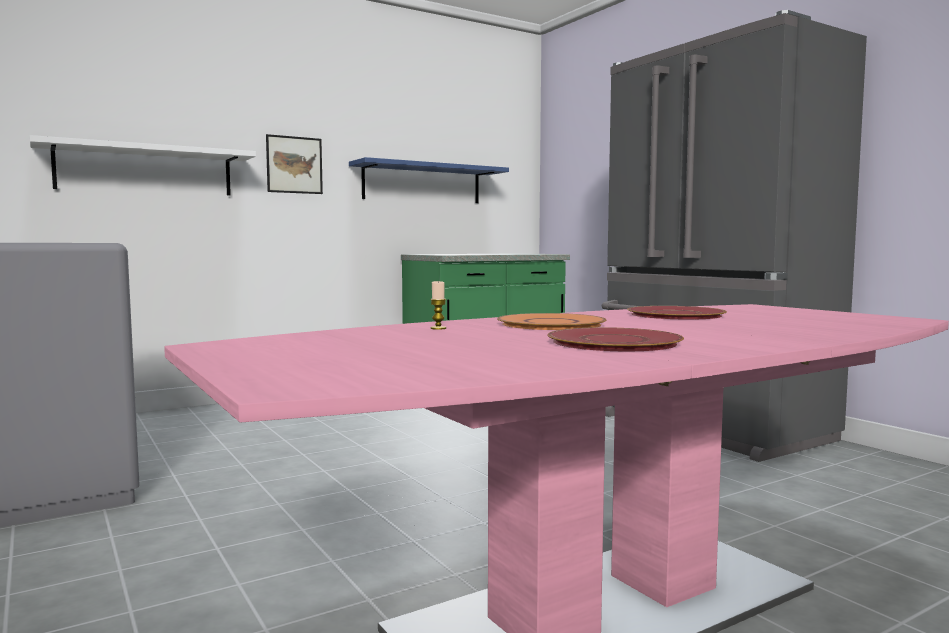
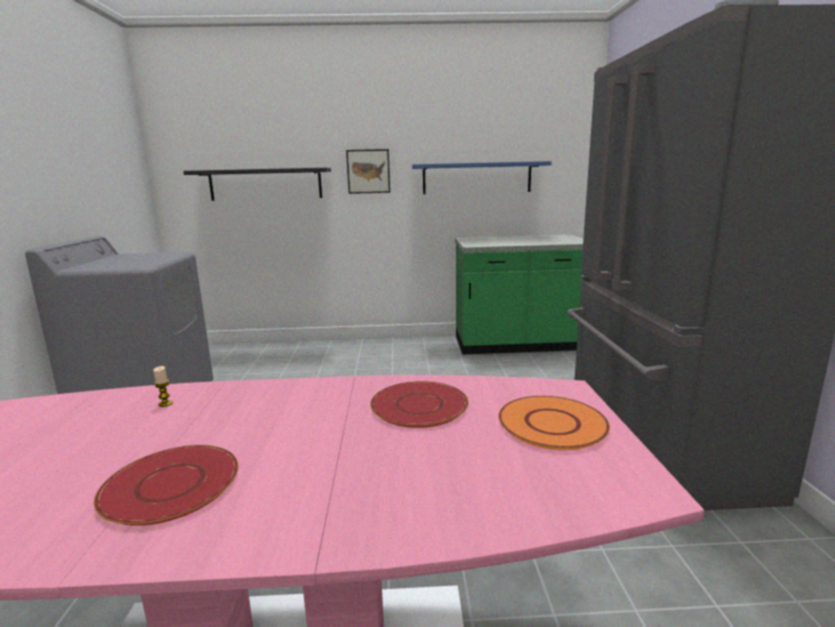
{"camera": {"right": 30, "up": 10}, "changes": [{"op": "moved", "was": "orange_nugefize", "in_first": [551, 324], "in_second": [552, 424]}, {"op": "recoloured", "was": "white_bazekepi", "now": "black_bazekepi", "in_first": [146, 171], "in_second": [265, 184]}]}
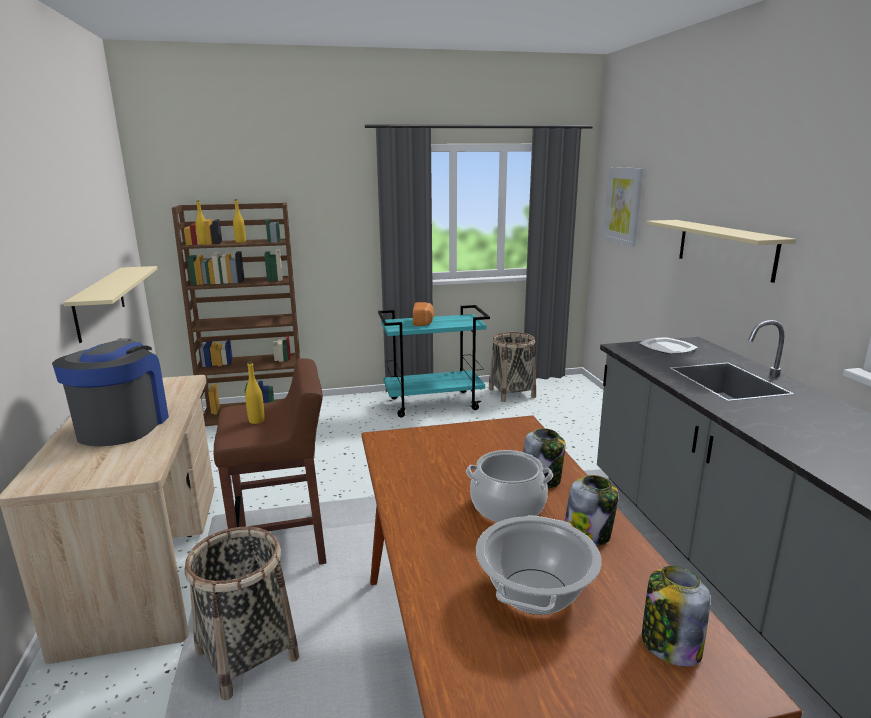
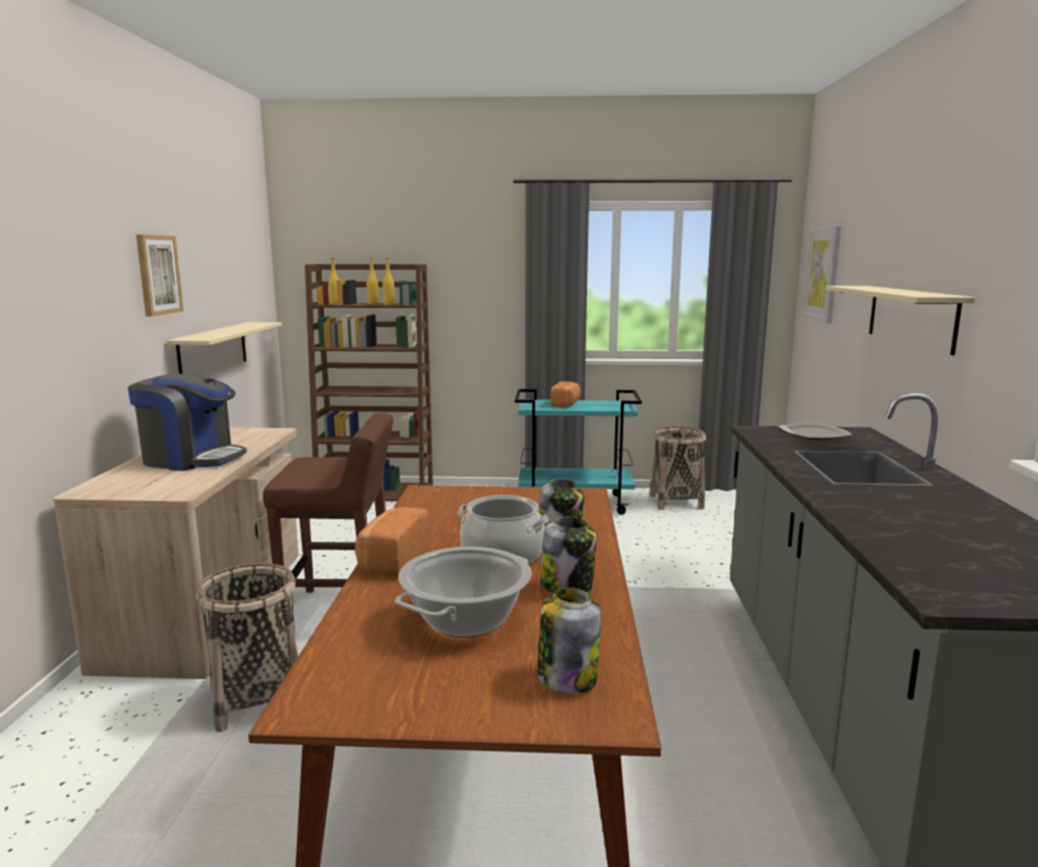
{"camera": {"right": 15, "up": -5}, "changes": [{"op": "added", "now": "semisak", "in_second": [158, 275]}, {"op": "added", "now": "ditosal", "in_second": [392, 560]}, {"op": "moved", "was": "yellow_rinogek", "in_first": [256, 421], "in_second": [389, 304]}, {"op": "turned", "was": "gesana", "in_first": [123, 425], "in_second": [192, 459], "clockwise": 90}]}
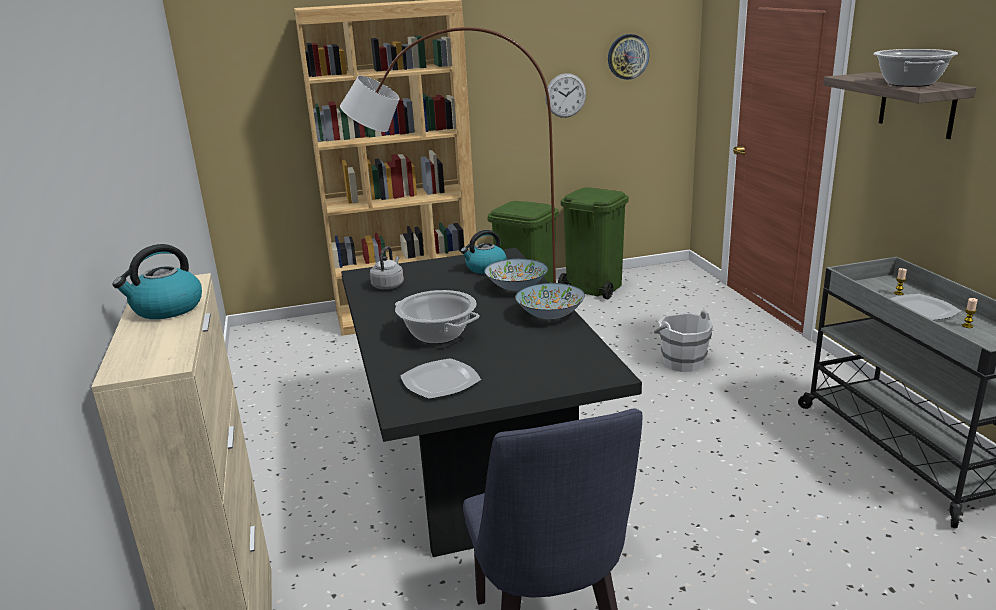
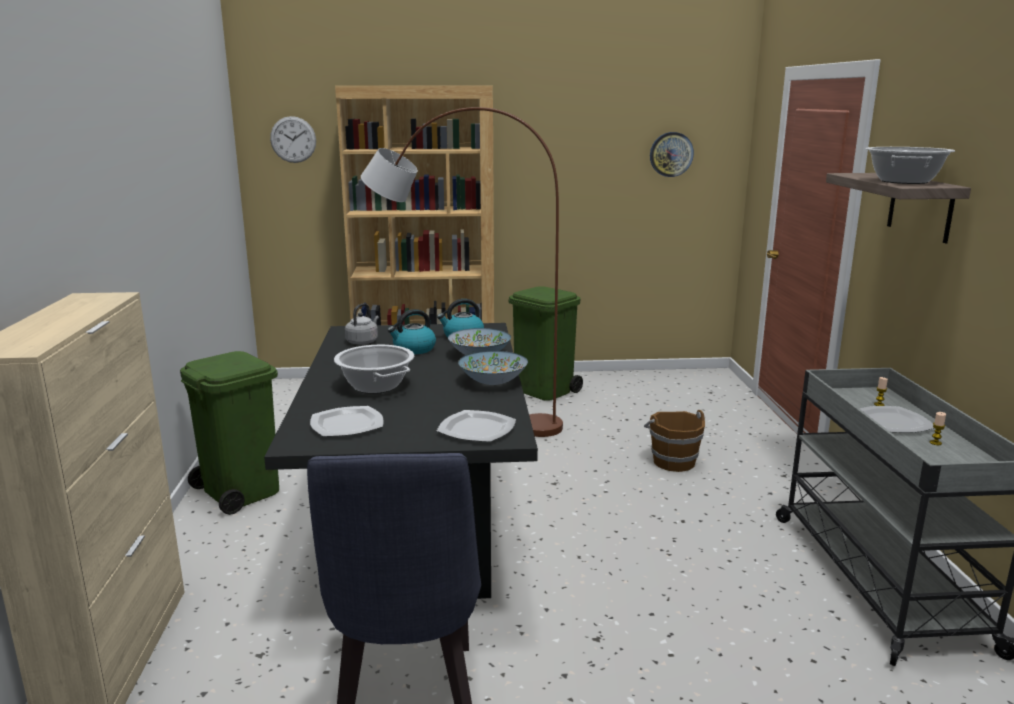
{"camera": {"right": 10, "up": -5}, "changes": [{"op": "added", "now": "nugefize", "in_second": [476, 429]}, {"op": "moved", "was": "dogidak", "in_first": [167, 309], "in_second": [413, 349]}, {"op": "moved", "was": "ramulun", "in_first": [565, 95], "in_second": [293, 139]}, {"op": "moved", "was": "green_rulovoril", "in_first": [593, 287], "in_second": [240, 491]}, {"op": "recoloured", "was": "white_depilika", "now": "brown_depilika", "in_first": [682, 362], "in_second": [673, 462]}]}
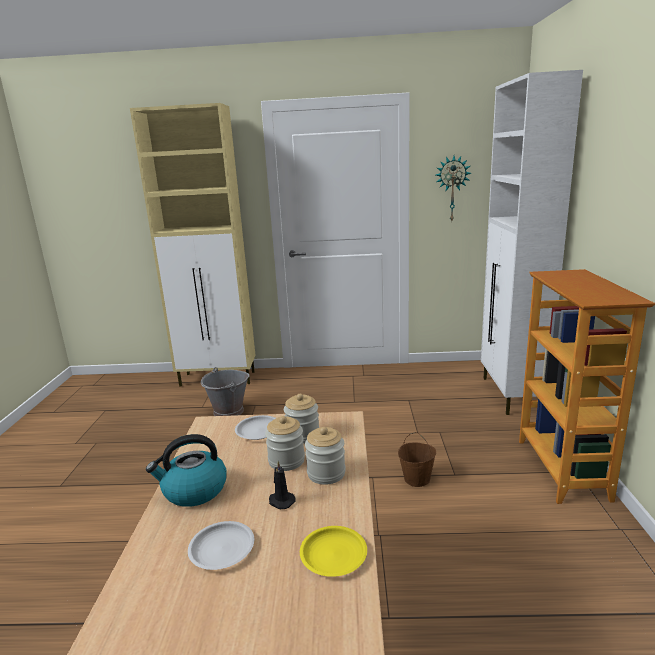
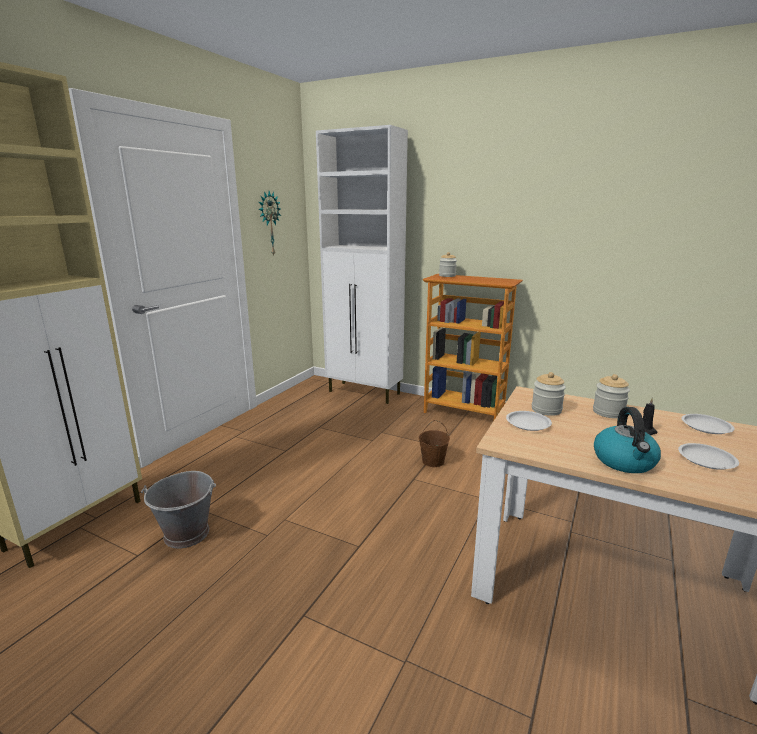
{"camera": {"right": -65, "up": 0}, "changes": [{"op": "moved", "was": "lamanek", "in_first": [286, 460], "in_second": [447, 276]}, {"op": "recoloured", "was": "yellow_nugefize", "now": "white_nugefize", "in_first": [334, 555], "in_second": [706, 427]}]}
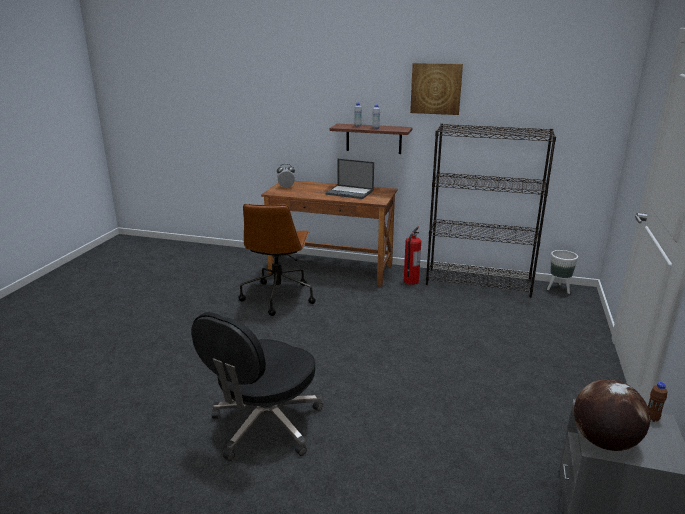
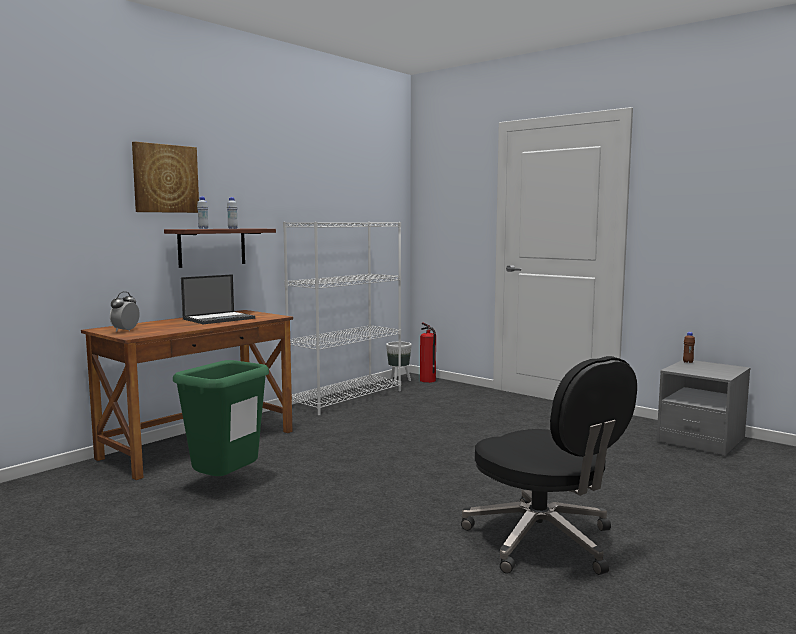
{"camera": {"right": -65, "up": -15}, "changes": [{"op": "removed", "was": "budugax", "in_first": [603, 442]}, {"op": "moved", "was": "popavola", "in_first": [411, 281], "in_second": [428, 380]}, {"op": "moved", "was": "semisak", "in_first": [436, 88], "in_second": [165, 178]}, {"op": "replaced", "was": "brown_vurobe", "now": "green_rulovoril", "in_first": [278, 296], "in_second": [225, 485]}, {"op": "recoloured", "was": "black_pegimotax", "now": "white_pegimotax", "in_first": [479, 282], "in_second": [347, 398]}]}
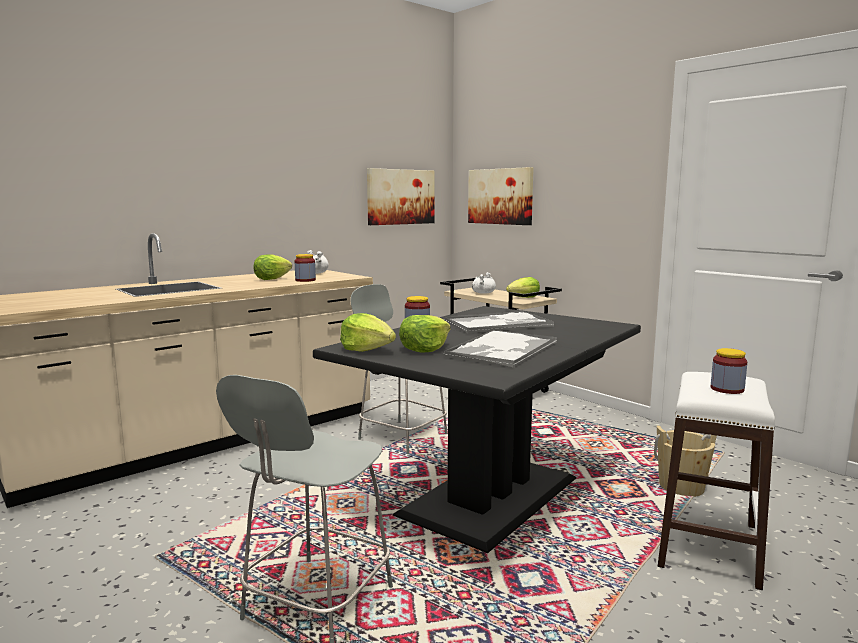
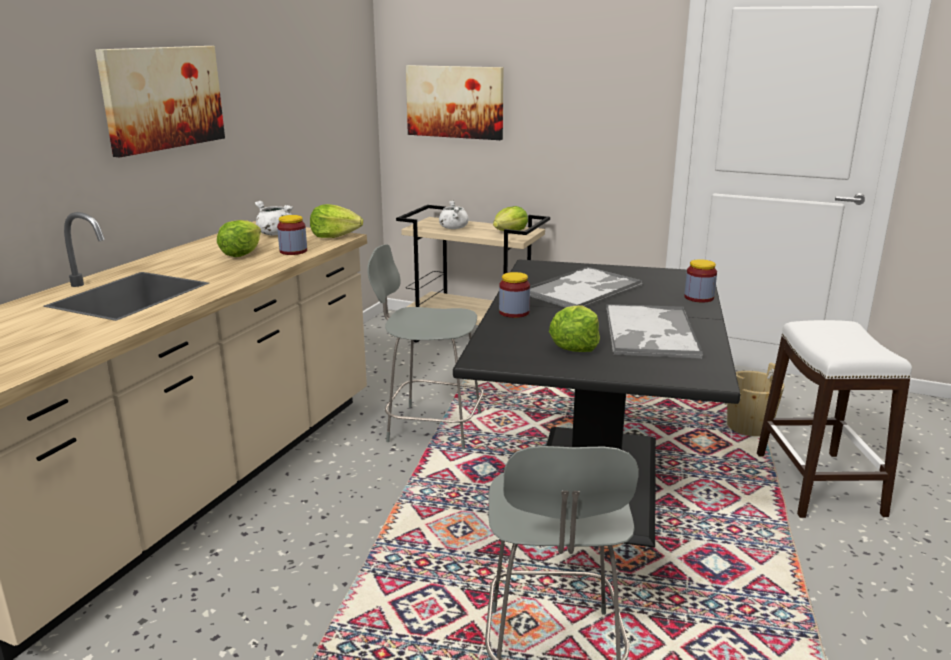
{"camera": {"right": -25, "up": 10}, "changes": [{"op": "moved", "was": "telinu", "in_first": [367, 349], "in_second": [335, 236]}, {"op": "moved", "was": "semisak", "in_first": [400, 197], "in_second": [163, 98]}, {"op": "moved", "was": "lamanek", "in_first": [727, 389], "in_second": [699, 298]}]}
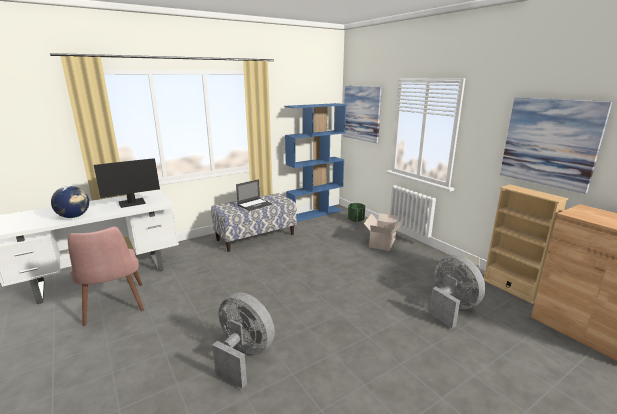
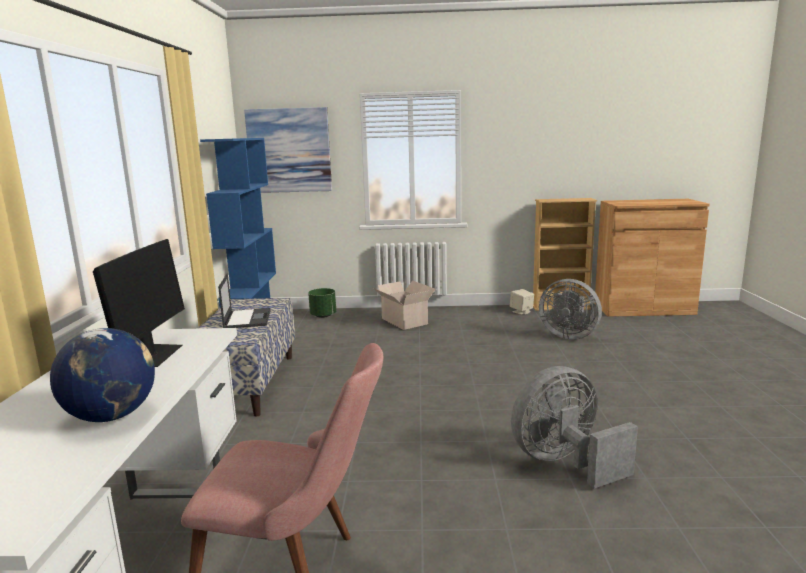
{"camera": {"right": -55, "up": -5}, "changes": [{"op": "removed", "was": "semisak", "in_first": [549, 142]}, {"op": "turned", "was": "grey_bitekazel", "in_first": [451, 308], "in_second": [568, 335], "clockwise": -150}]}
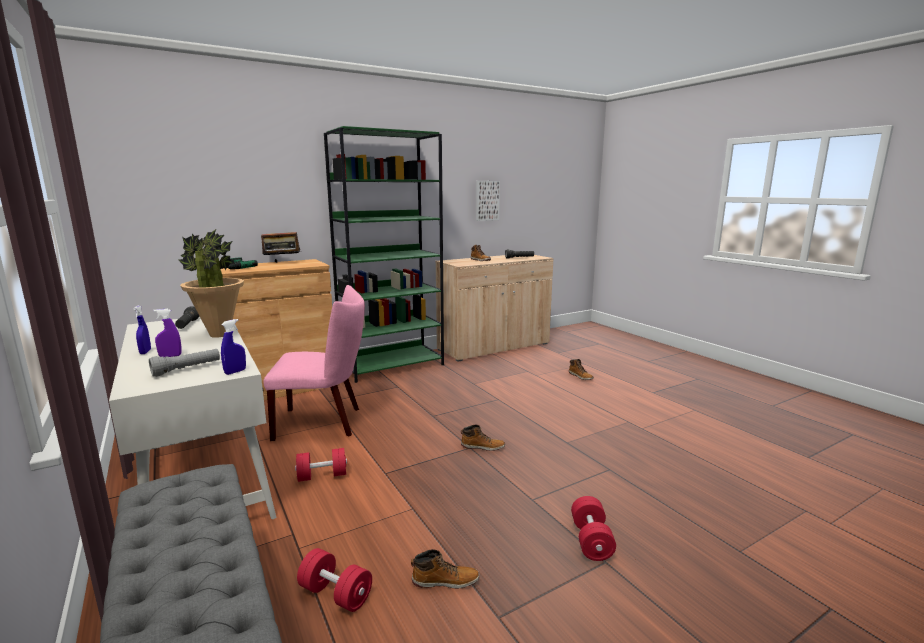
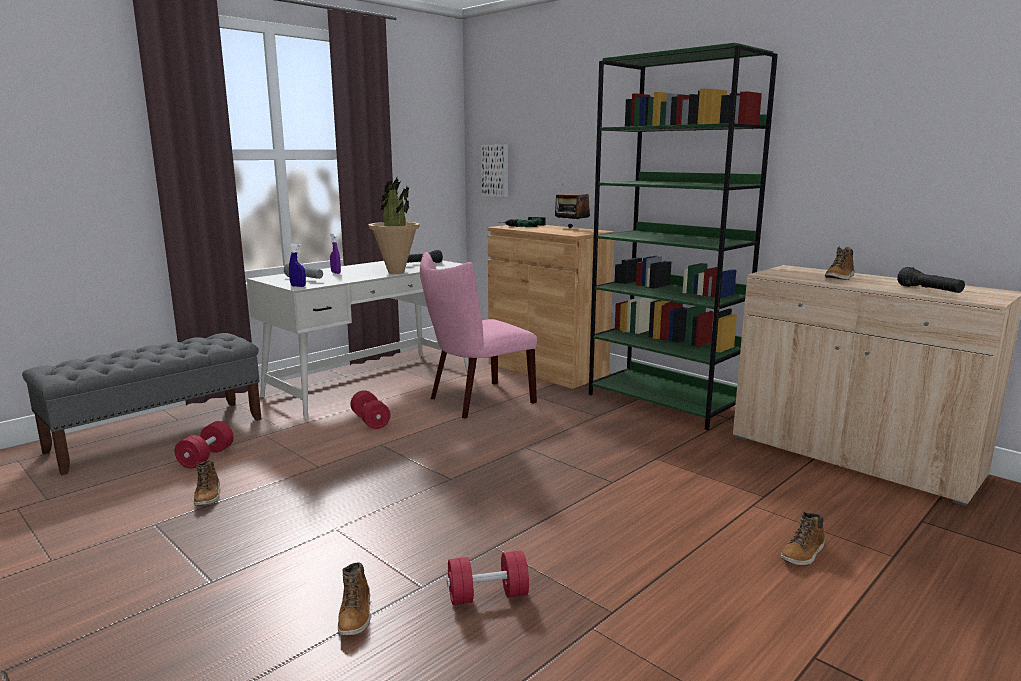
{"camera": {"right": 75, "up": 0}, "changes": [{"op": "removed", "was": "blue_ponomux", "in_first": [145, 352]}, {"op": "moved", "was": "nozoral", "in_first": [482, 447], "in_second": [355, 614]}, {"op": "moved", "was": "semisak", "in_first": [486, 200], "in_second": [496, 170]}, {"op": "moved", "was": "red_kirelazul", "in_first": [591, 540], "in_second": [487, 595]}, {"op": "turned", "was": "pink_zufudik", "in_first": [324, 422], "in_second": [476, 401], "clockwise": 75}]}
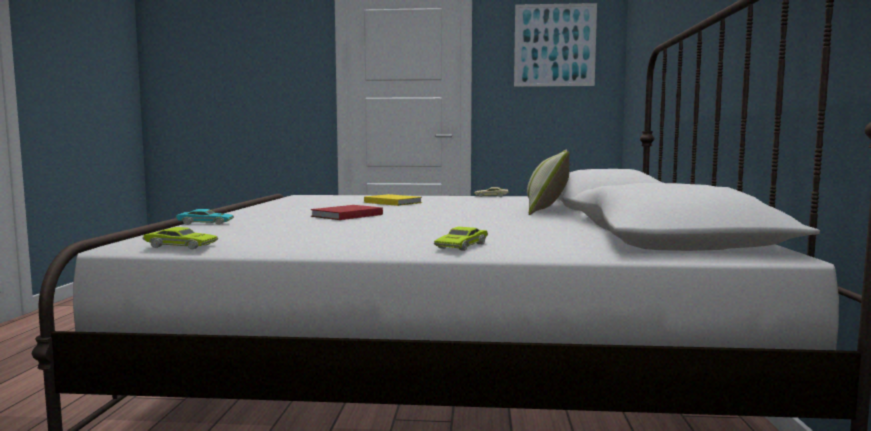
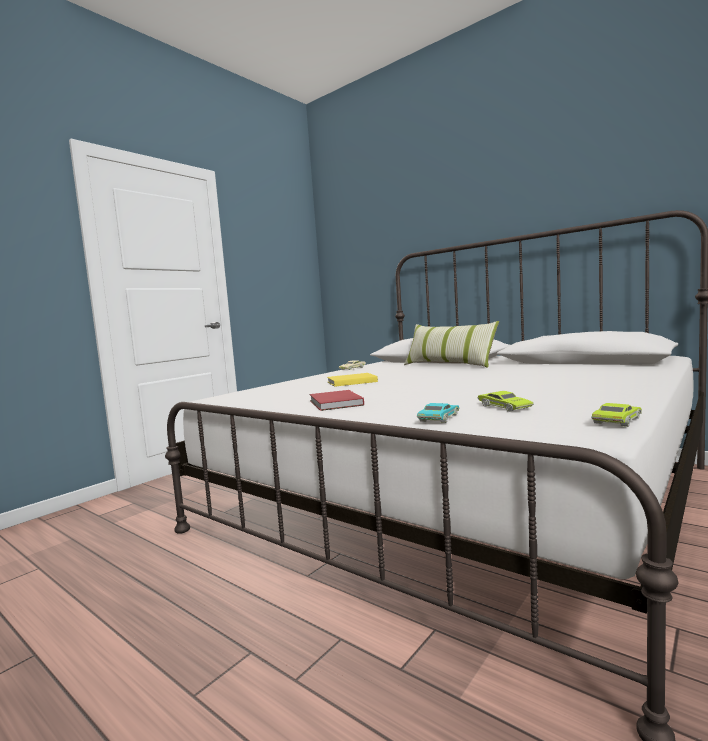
{"camera": {"right": -55, "up": 0}, "changes": [{"op": "removed", "was": "semisak", "in_first": [554, 45]}, {"op": "moved", "was": "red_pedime", "in_first": [345, 215], "in_second": [335, 403]}, {"op": "moved", "was": "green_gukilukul", "in_first": [461, 246], "in_second": [504, 407]}]}
